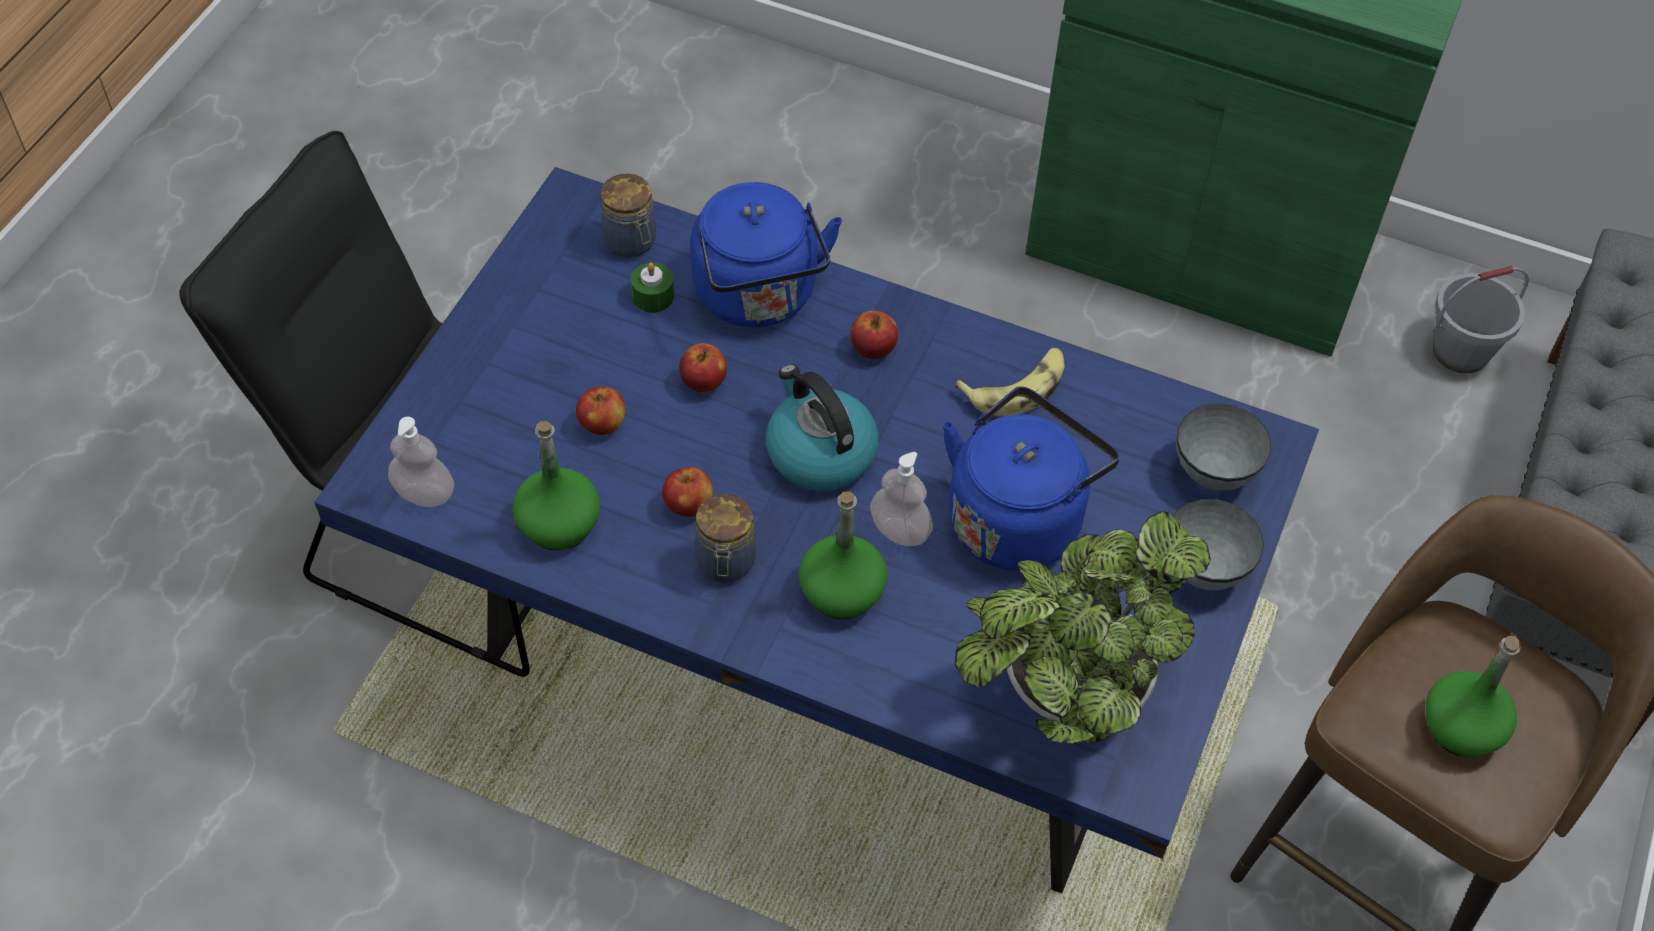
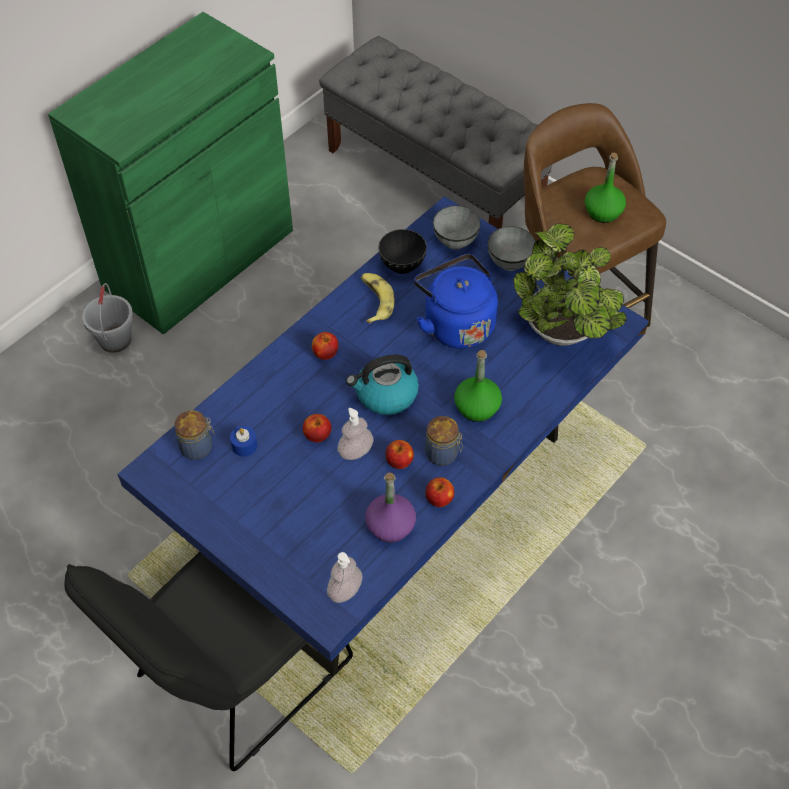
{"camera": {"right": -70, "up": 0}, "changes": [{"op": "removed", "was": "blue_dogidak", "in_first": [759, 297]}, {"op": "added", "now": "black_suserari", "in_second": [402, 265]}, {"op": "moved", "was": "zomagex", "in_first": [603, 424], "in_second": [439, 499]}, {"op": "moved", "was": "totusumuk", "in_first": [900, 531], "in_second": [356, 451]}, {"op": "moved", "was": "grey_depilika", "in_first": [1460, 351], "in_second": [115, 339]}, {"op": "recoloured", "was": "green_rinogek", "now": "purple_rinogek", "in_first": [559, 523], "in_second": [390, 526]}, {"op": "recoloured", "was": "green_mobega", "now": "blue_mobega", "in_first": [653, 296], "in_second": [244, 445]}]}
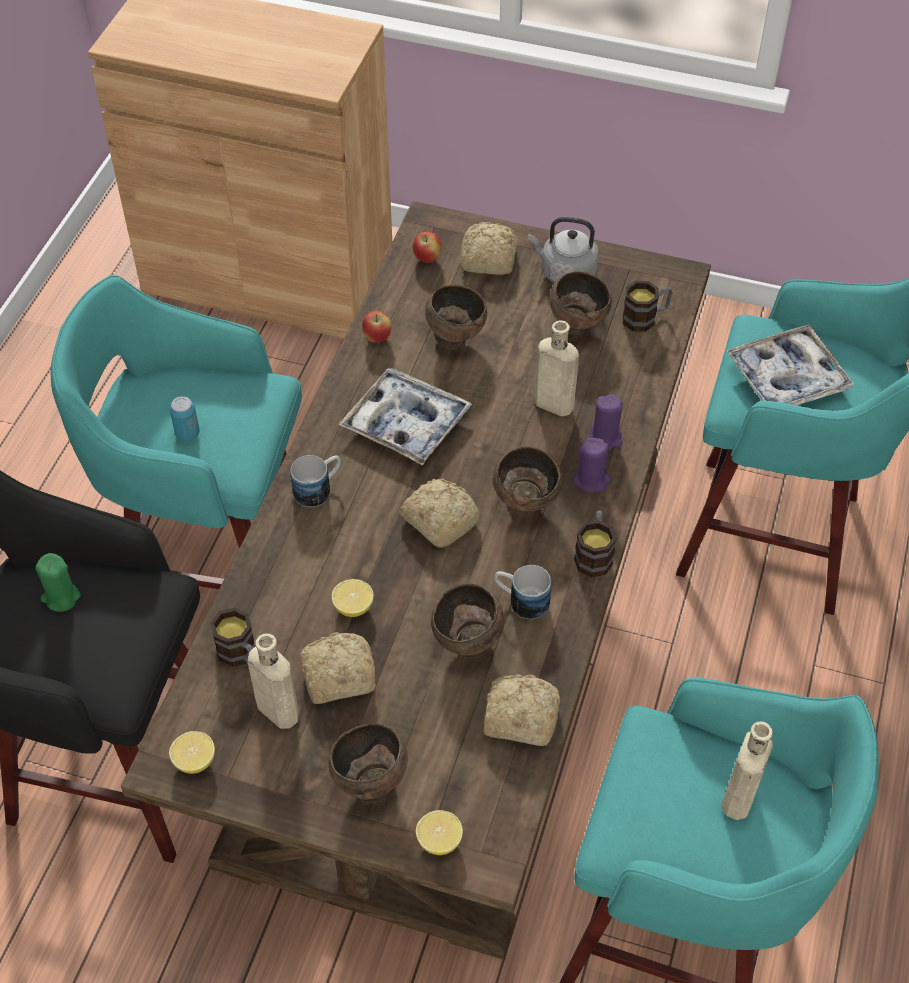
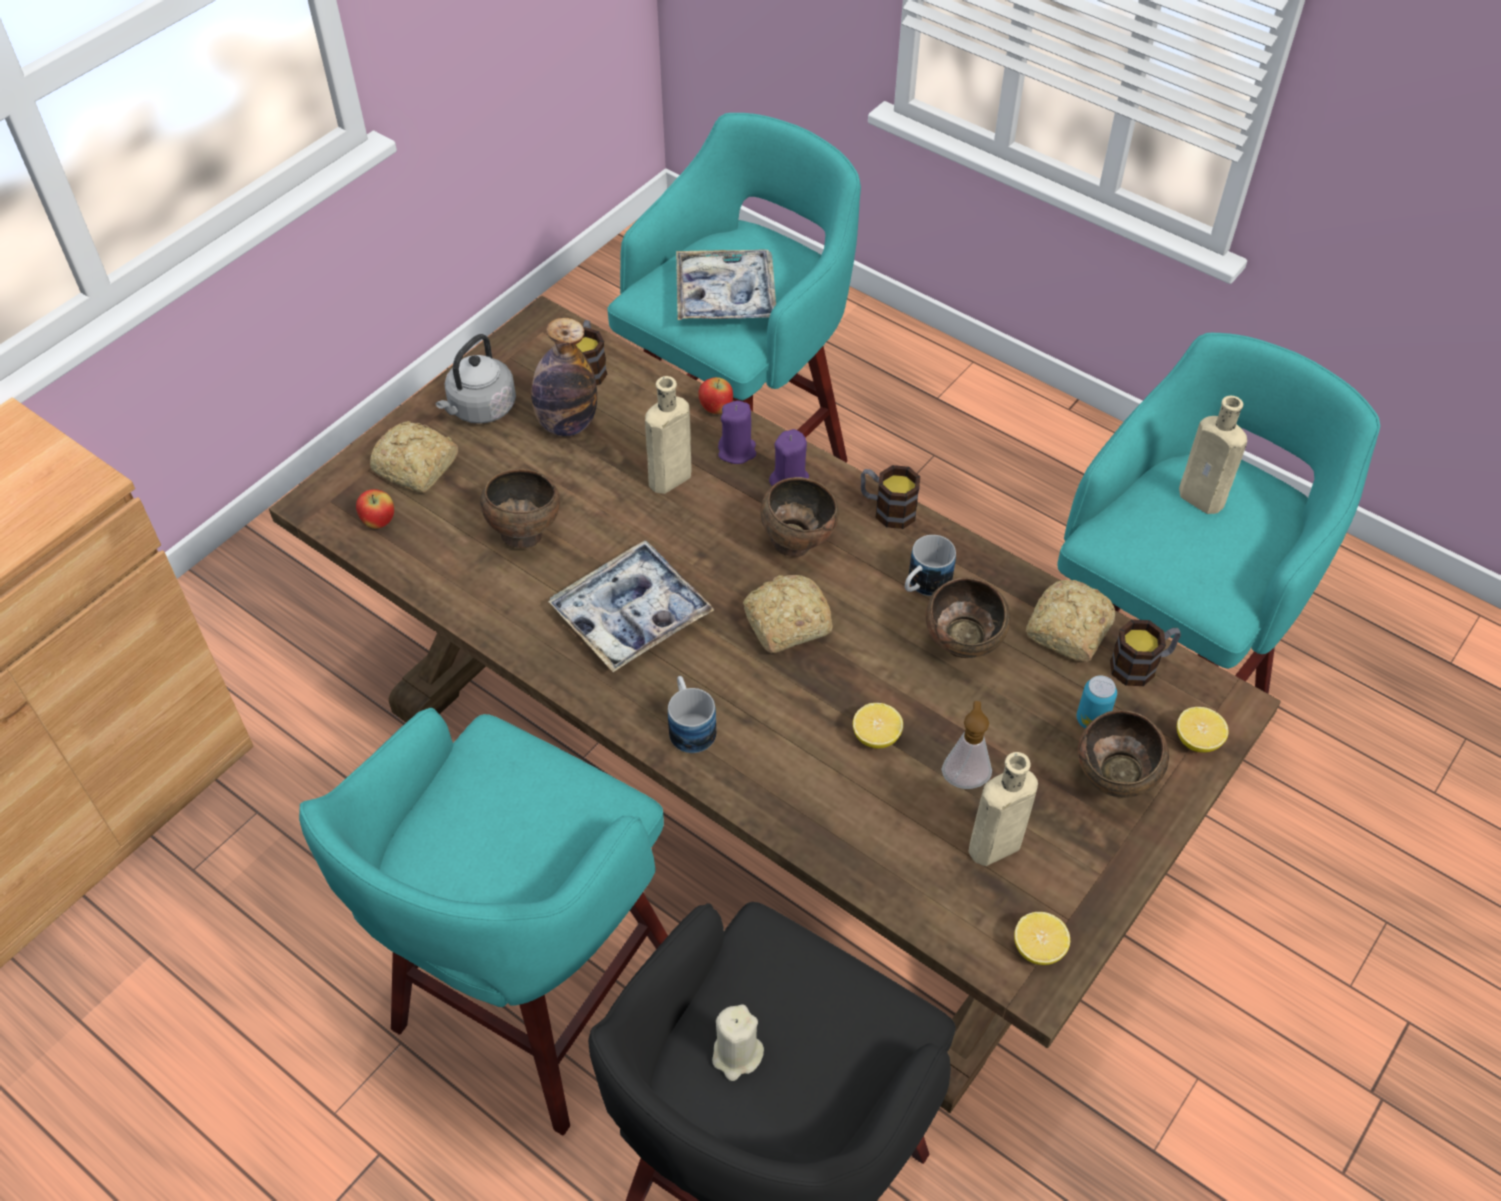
{"camera": {"right": -70, "up": 0}, "changes": [{"op": "moved", "was": "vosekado", "in_first": [187, 434], "in_second": [1091, 720]}, {"op": "moved", "was": "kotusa", "in_first": [241, 655], "in_second": [1141, 665]}, {"op": "moved", "was": "zomagex", "in_first": [377, 338], "in_second": [716, 409]}, {"op": "replaced", "was": "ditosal", "now": "totusumuk", "in_first": [336, 675], "in_second": [964, 777]}, {"op": "replaced", "was": "brown_suserari", "now": "rinogek", "in_first": [577, 325], "in_second": [567, 424]}, {"op": "recoloured", "was": "green_mobega", "now": "beige_mobega", "in_first": [61, 597], "in_second": [737, 1055]}]}
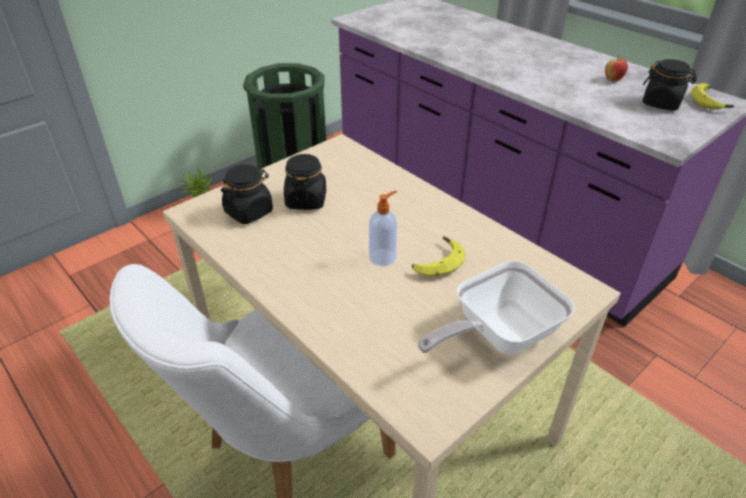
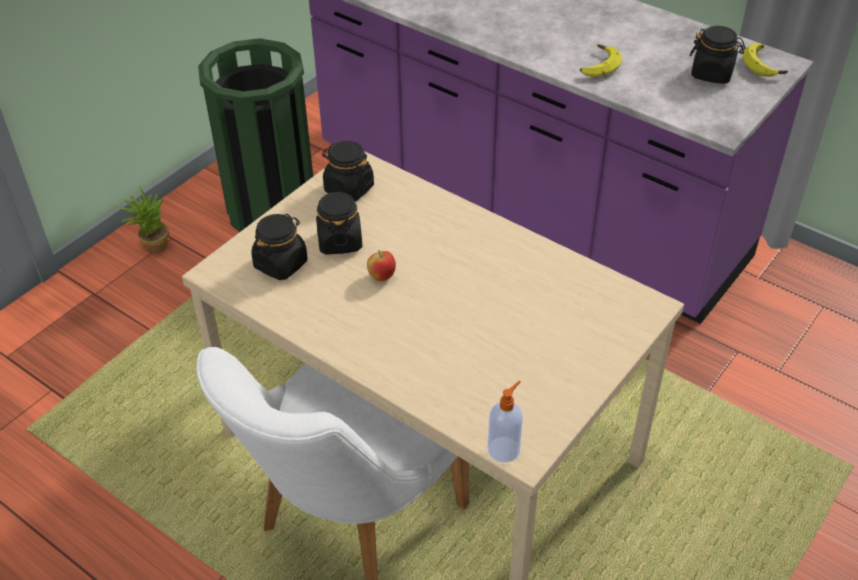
{"camera": {"right": -10, "up": 5}, "changes": [{"op": "removed", "was": "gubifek", "in_first": [497, 335]}, {"op": "added", "now": "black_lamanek", "in_second": [348, 189]}, {"op": "moved", "was": "totusumuk", "in_first": [383, 257], "in_second": [504, 449]}, {"op": "moved", "was": "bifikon", "in_first": [436, 262], "in_second": [597, 66]}, {"op": "moved", "was": "zomagex", "in_first": [613, 80], "in_second": [382, 277]}]}
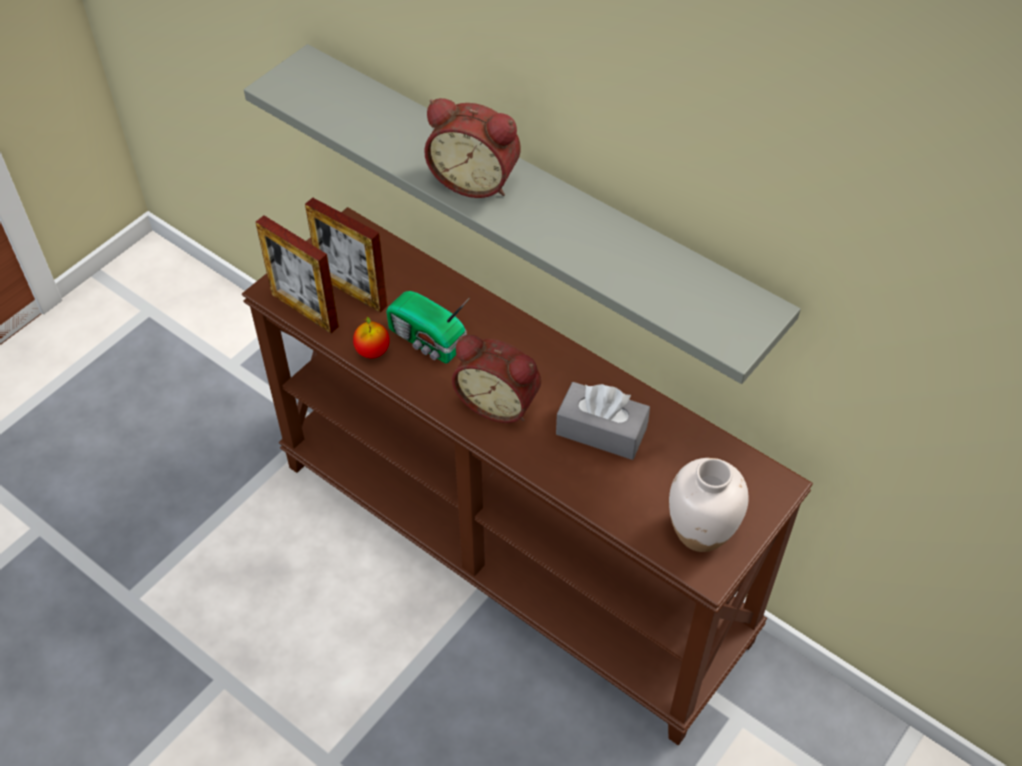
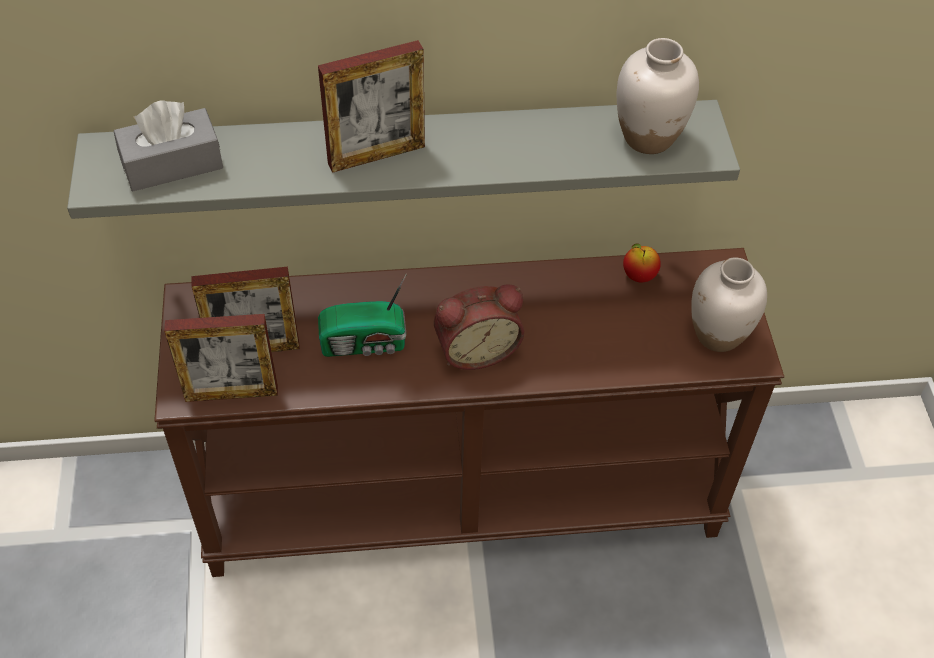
{"camera": {"right": -45, "up": 0}, "changes": [{"op": "added", "now": "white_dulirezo", "in_second": [648, 137]}, {"op": "moved", "was": "zomagex", "in_first": [372, 351], "in_second": [639, 276]}, {"op": "moved", "was": "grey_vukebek", "in_first": [601, 431], "in_second": [172, 164]}, {"op": "replaced", "was": "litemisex", "now": "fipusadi", "in_first": [475, 179], "in_second": [376, 155]}]}
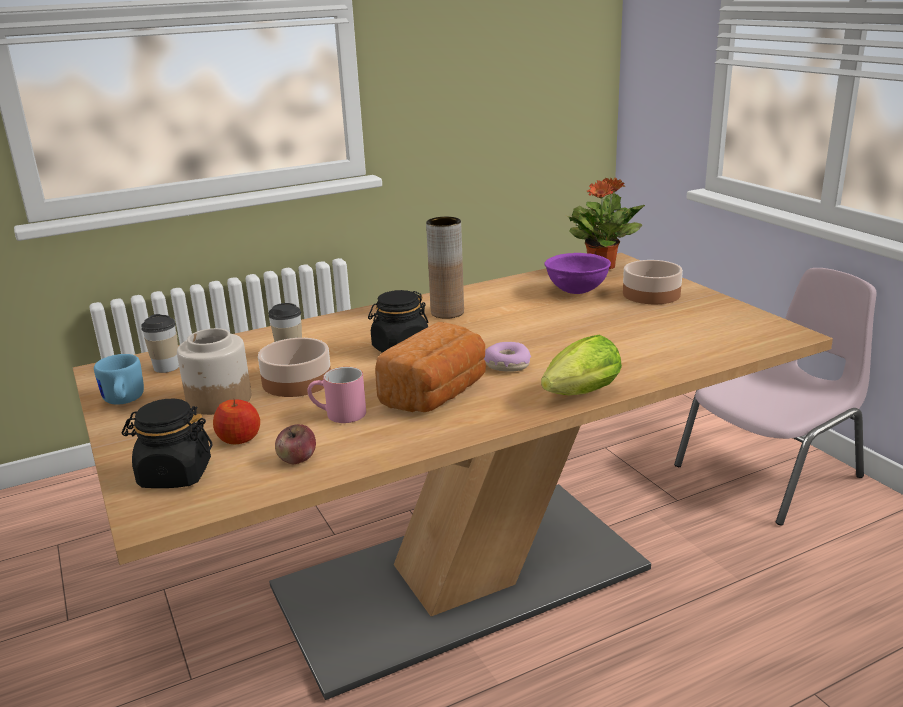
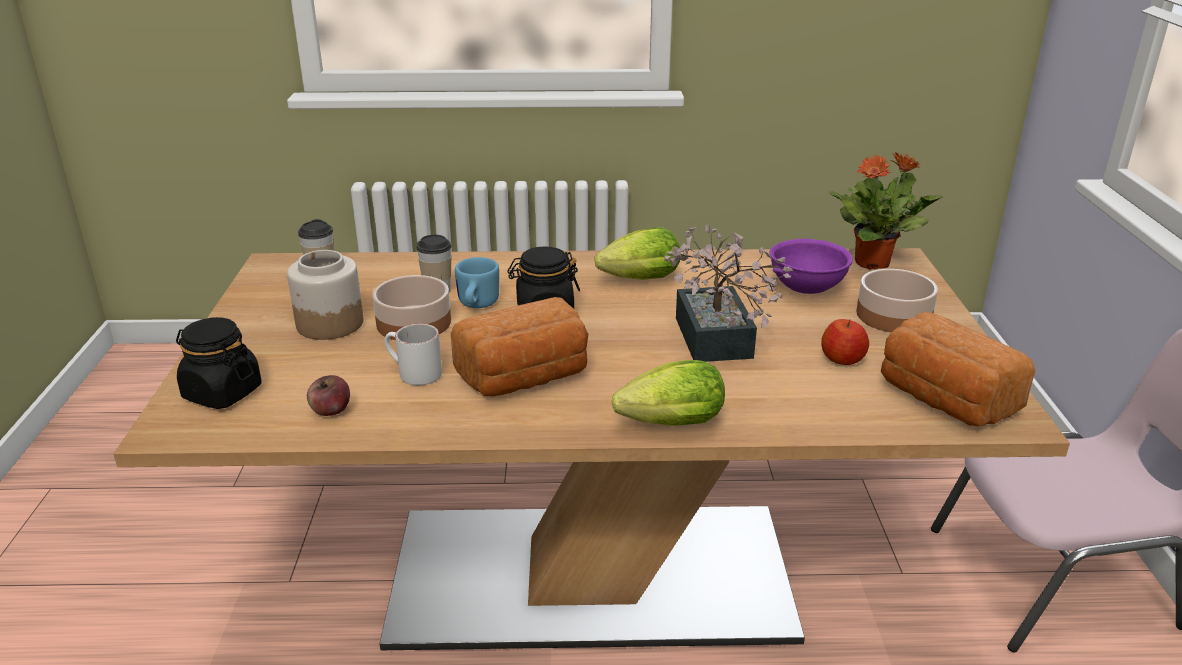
{"camera": {"right": 25, "up": 5}, "changes": [{"op": "removed", "was": "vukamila", "in_first": [506, 364]}, {"op": "added", "now": "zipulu", "in_second": [715, 344]}, {"op": "added", "now": "ditosal", "in_second": [942, 400]}, {"op": "moved", "was": "blue_kotusa", "in_first": [123, 401], "in_second": [476, 305]}, {"op": "moved", "was": "zomagex", "in_first": [239, 438], "in_second": [843, 359]}, {"op": "replaced", "was": "brown_dulirezo", "now": "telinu", "in_first": [447, 312], "in_second": [636, 280]}, {"op": "recoloured", "was": "pink_kotusa", "now": "white_kotusa", "in_first": [338, 415], "in_second": [412, 373]}]}
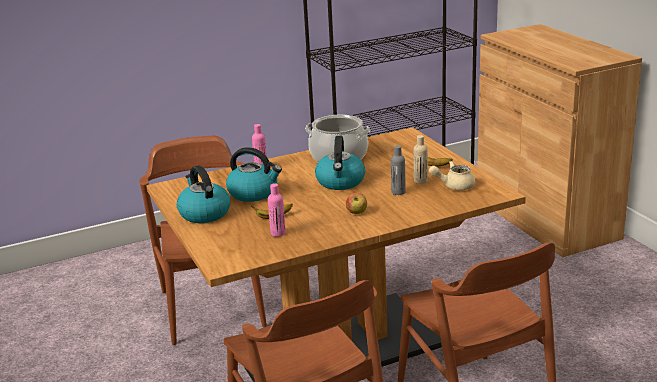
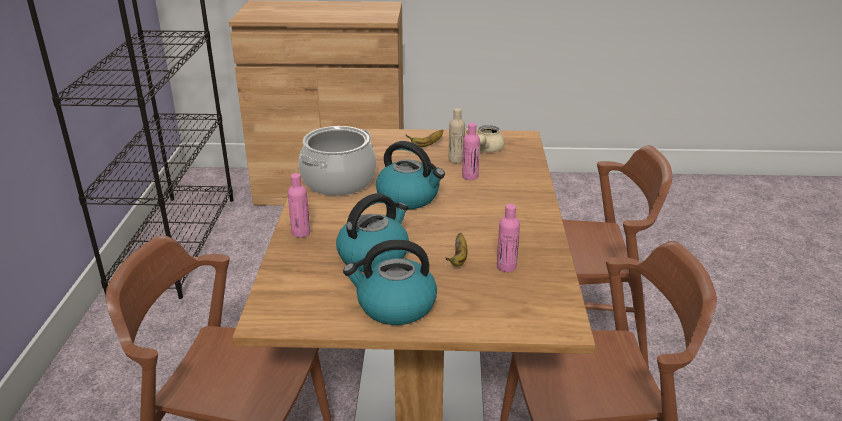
{"camera": {"right": -65, "up": 5}, "changes": [{"op": "removed", "was": "zomagex", "in_first": [356, 212]}, {"op": "recoloured", "was": "grey_rinogek", "now": "pink_rinogek", "in_first": [398, 192], "in_second": [470, 176]}]}
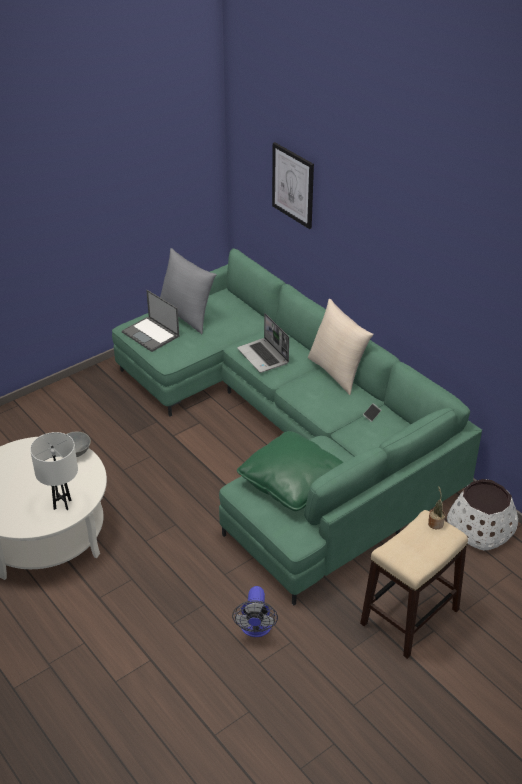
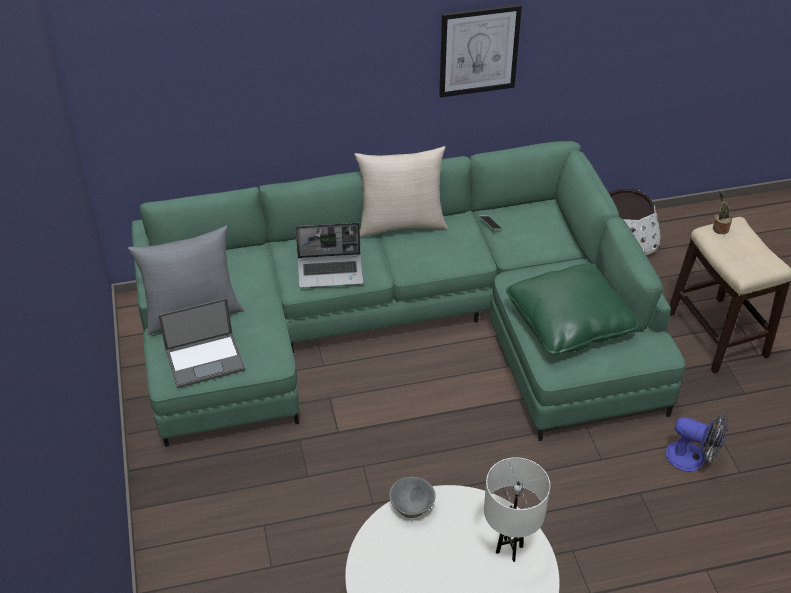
{"camera": {"right": -65, "up": 5}, "changes": [{"op": "moved", "was": "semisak", "in_first": [293, 185], "in_second": [479, 50]}]}
